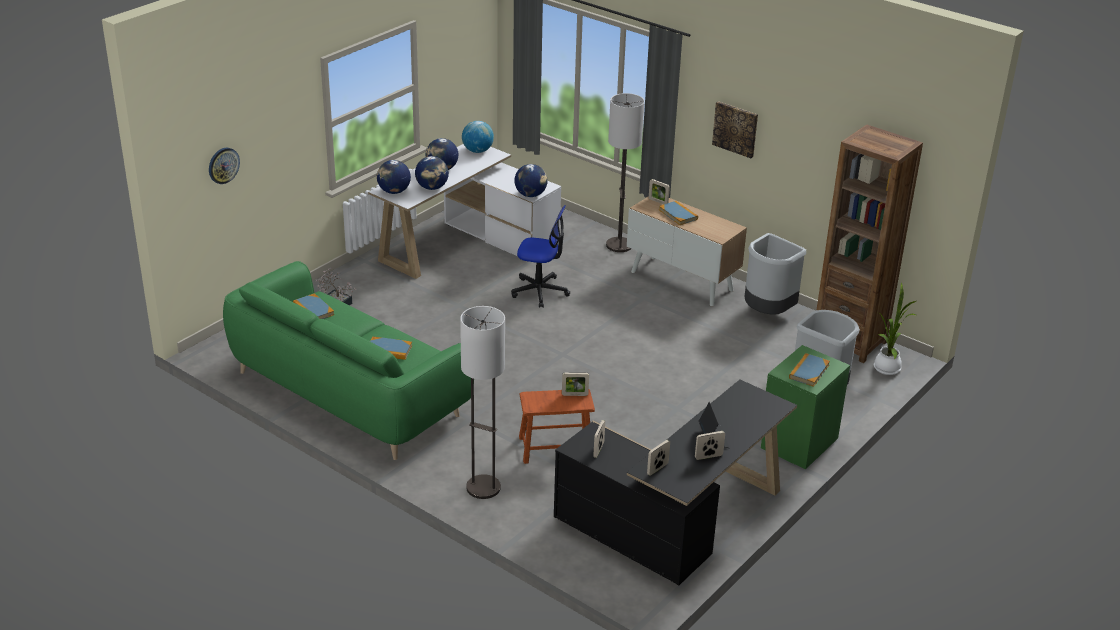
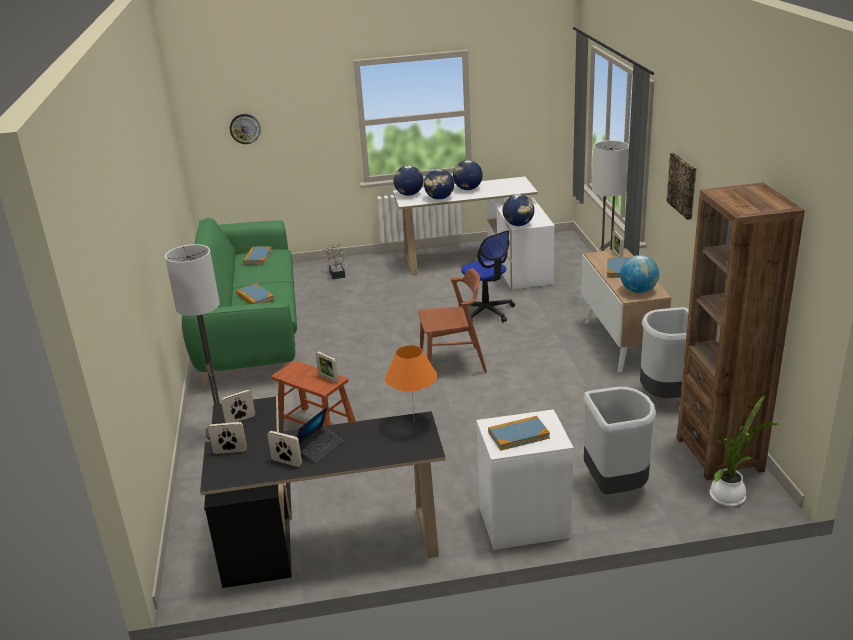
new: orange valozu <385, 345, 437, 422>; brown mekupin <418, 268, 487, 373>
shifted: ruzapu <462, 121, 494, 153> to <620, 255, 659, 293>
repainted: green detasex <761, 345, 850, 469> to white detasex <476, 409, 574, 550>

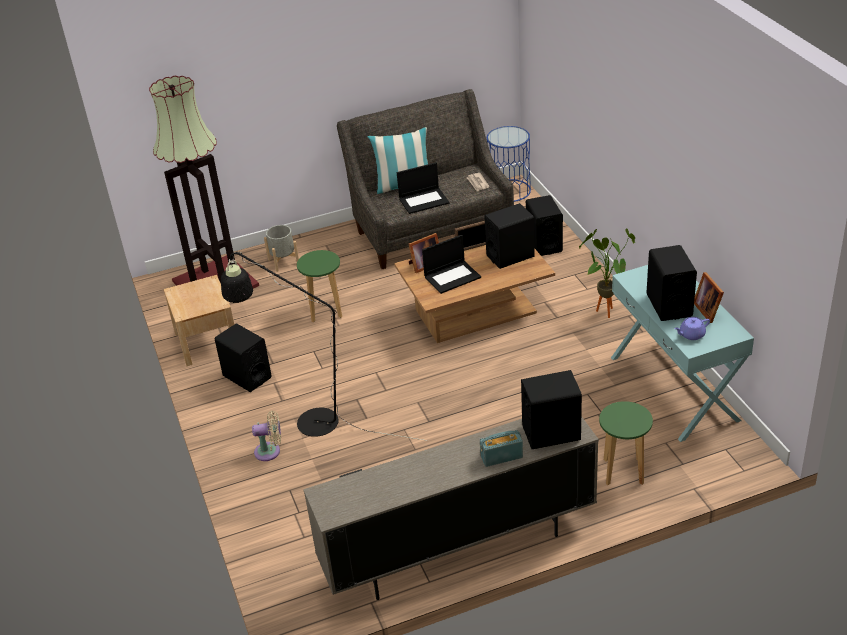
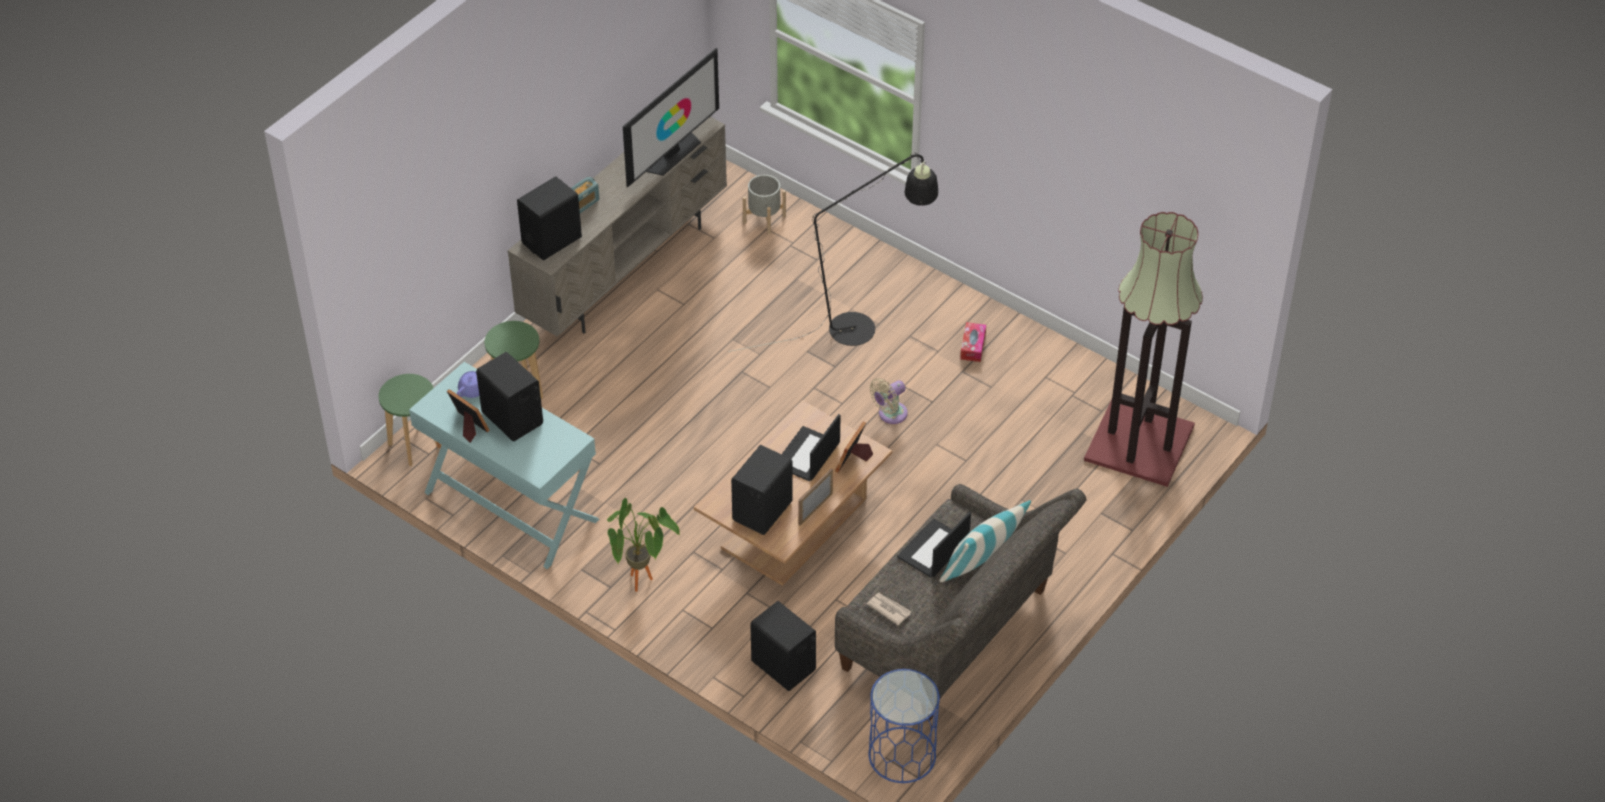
gone: beige detasex <164, 275, 234, 366>
new: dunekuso <623, 48, 719, 187>
shifted: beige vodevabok <252, 411, 281, 461> to <869, 378, 908, 424>; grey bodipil <264, 225, 299, 272> to <743, 175, 786, 234>; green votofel <297, 250, 342, 322> to <379, 374, 441, 466>
swapped: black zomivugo <215, 323, 272, 392> to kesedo <960, 322, 986, 362>

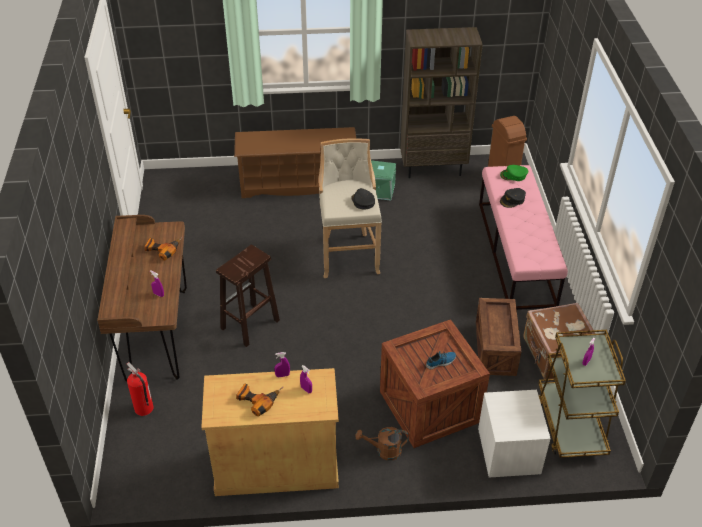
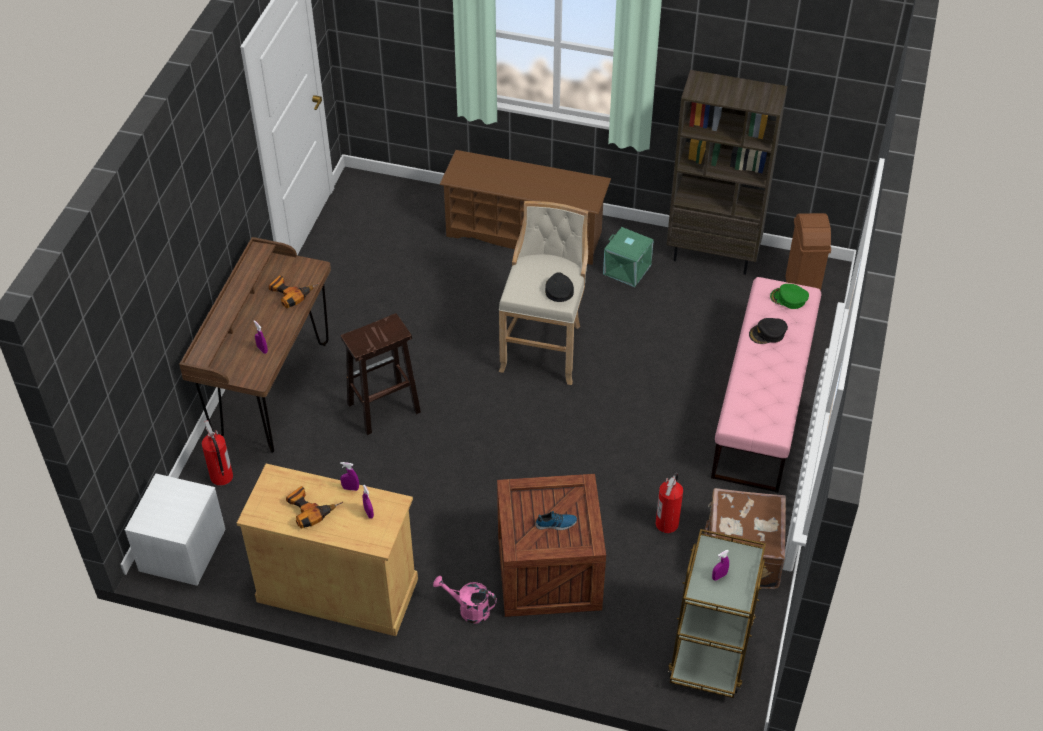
shifted: white detasex <478, 390, 551, 478> to <125, 473, 225, 586>
swapped: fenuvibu <476, 298, 521, 376> to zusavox <656, 473, 683, 533>
repainted: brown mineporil <355, 427, 409, 461> to pink mineporil <433, 576, 497, 624>

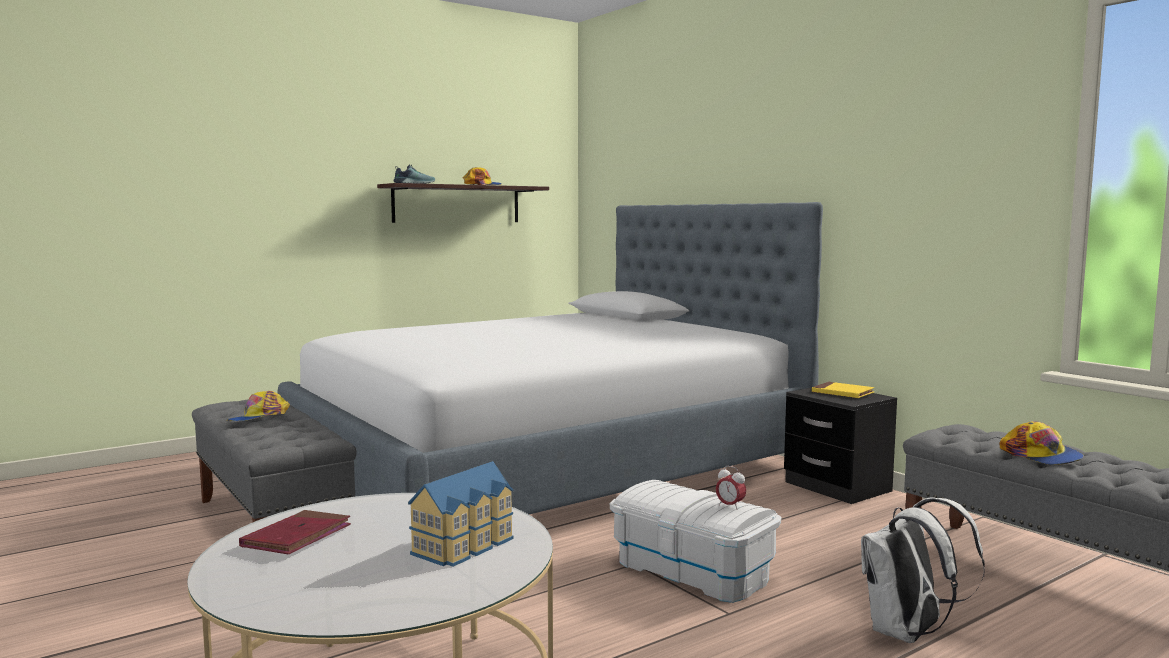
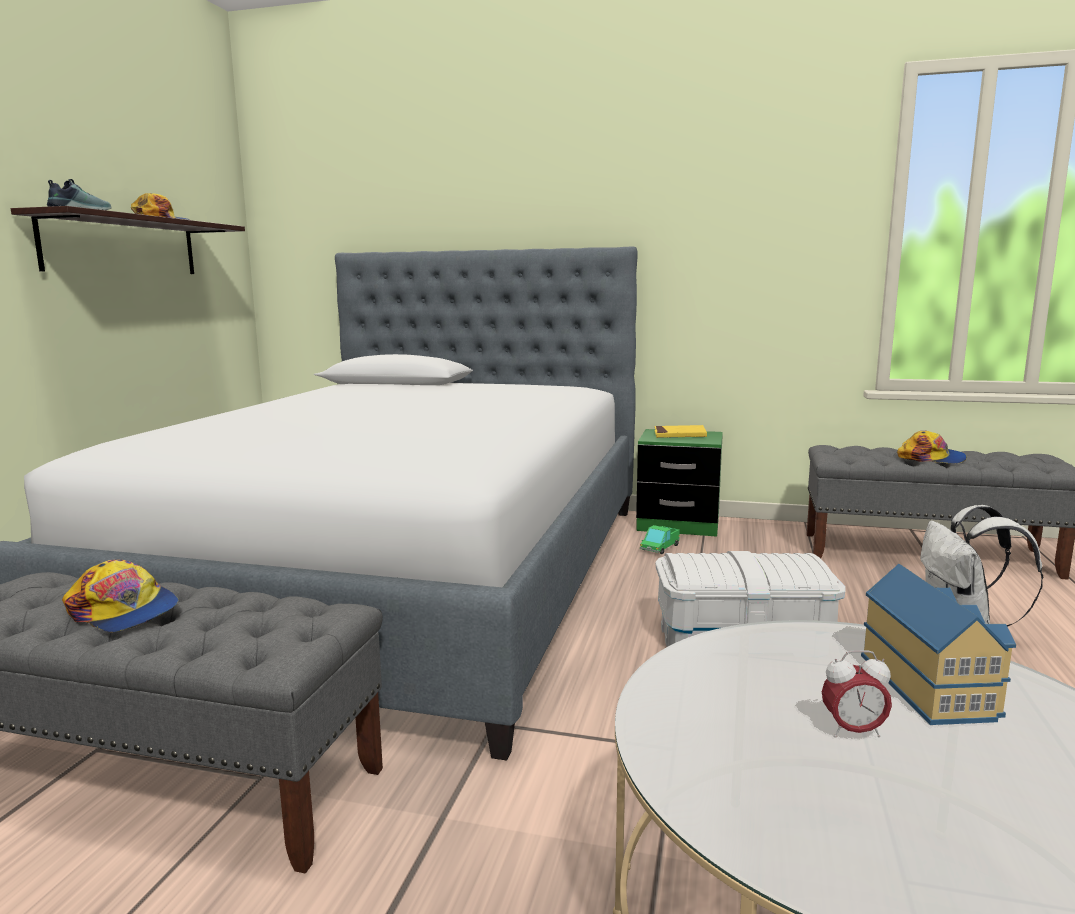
gone: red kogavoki <239, 510, 351, 554>
new: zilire <640, 525, 680, 554>
shifted: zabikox <716, 466, 746, 510> to <822, 651, 892, 738>
repainted: black detasex <784, 388, 897, 504> to green detasex <636, 429, 723, 536>
rotated: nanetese <227, 391, 290, 421> = <62, 559, 178, 632> 60 degrees counterclockwise

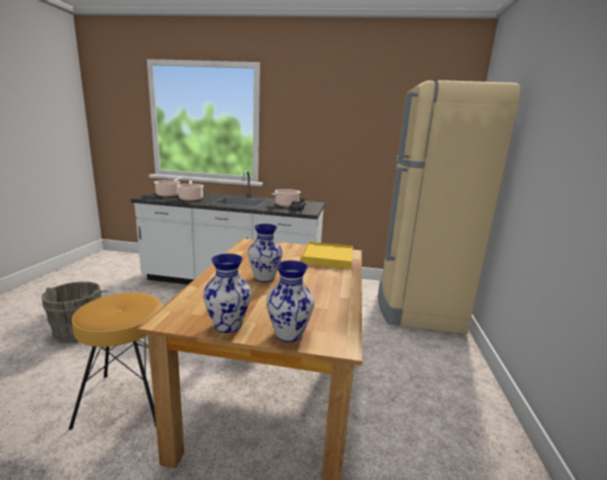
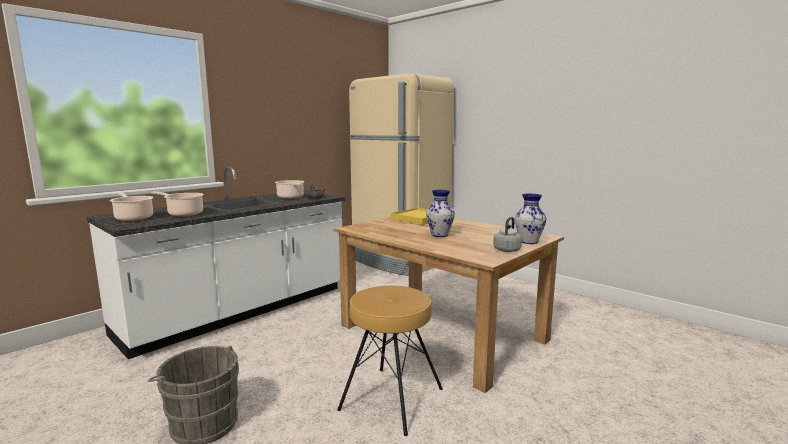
swapped: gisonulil <203, 254, 251, 333> to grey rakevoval <493, 217, 522, 252>

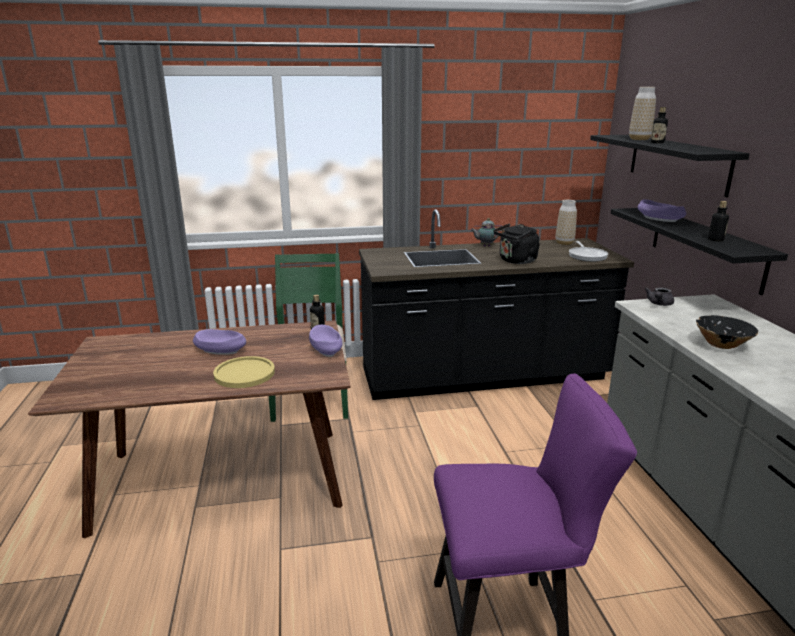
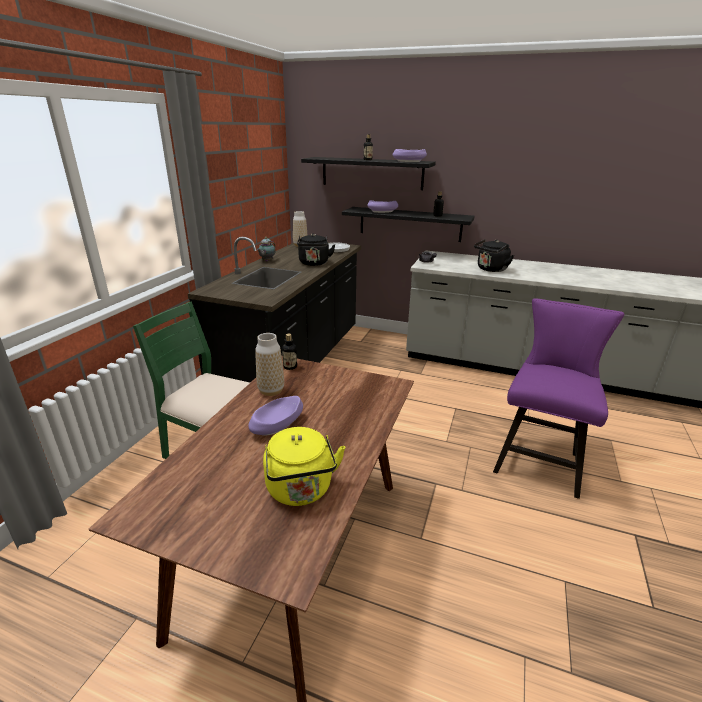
gone: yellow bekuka <213, 356, 275, 388>
new: yellow rakevoval <263, 427, 345, 506>
shifted: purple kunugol <309, 325, 342, 357> to <393, 149, 427, 162>; gisonulil <629, 87, 656, 140> to <255, 333, 284, 396>
swapped: black kunugol <696, 315, 758, 349> to black rakevoval <474, 239, 514, 272>

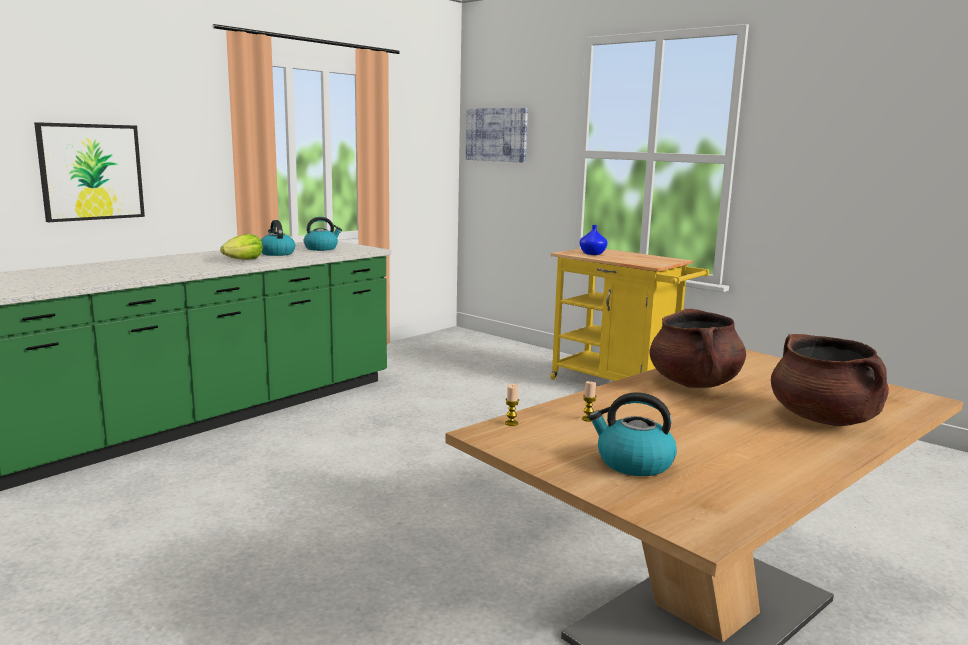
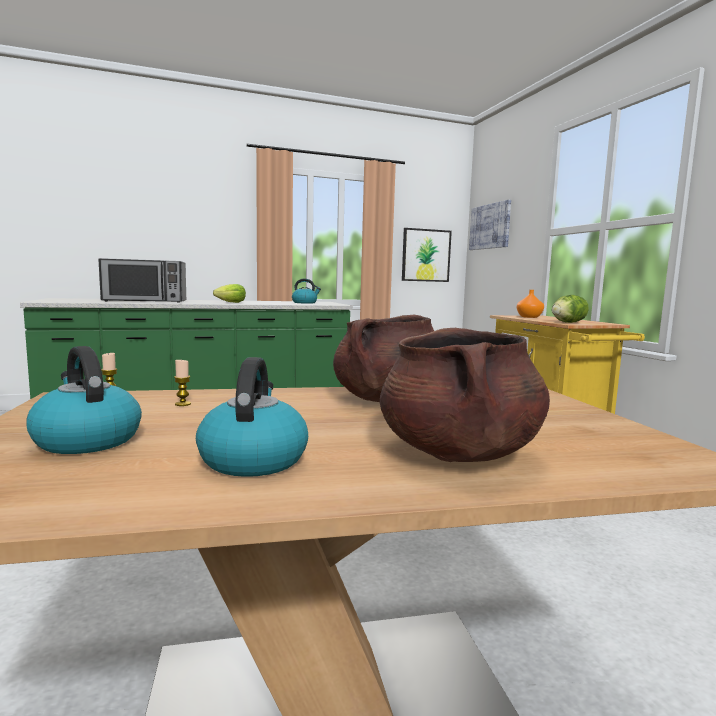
new: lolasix <98, 258, 186, 303>; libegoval <552, 295, 589, 323>
shifted: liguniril <34, 122, 145, 222> to <402, 228, 452, 282>; rakevoval <261, 220, 295, 256> to <196, 357, 308, 477>
repainted: blue gisonulil <580, 225, 607, 255> to orange gisonulil <517, 290, 544, 318>

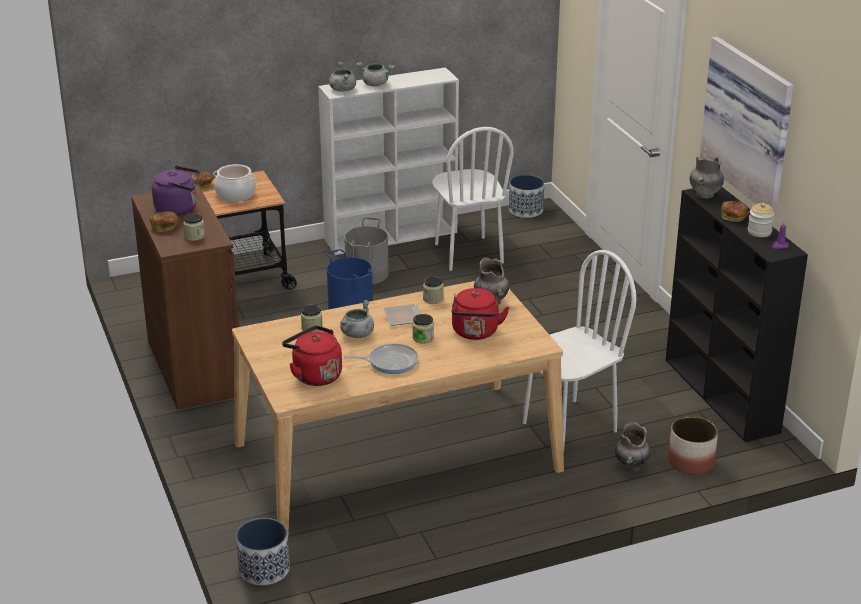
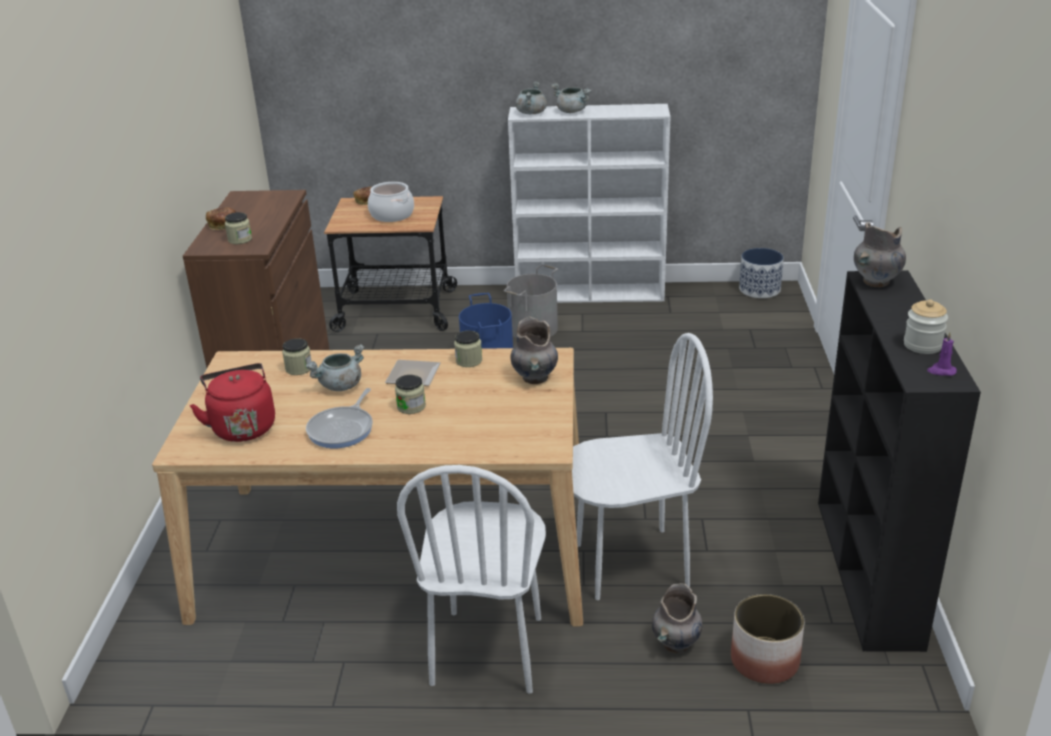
gone: purple rakevoval <152, 166, 200, 216>; bodipil <236, 518, 290, 585>; red rakevoval <452, 288, 510, 340>; liguniril <699, 37, 794, 215>; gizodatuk <721, 201, 749, 222>
shifted: white mekupin <432, 127, 514, 271> to <397, 465, 546, 694>
rotated: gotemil <344, 343, 418, 374> = <306, 388, 373, 448> 90 degrees clockwise

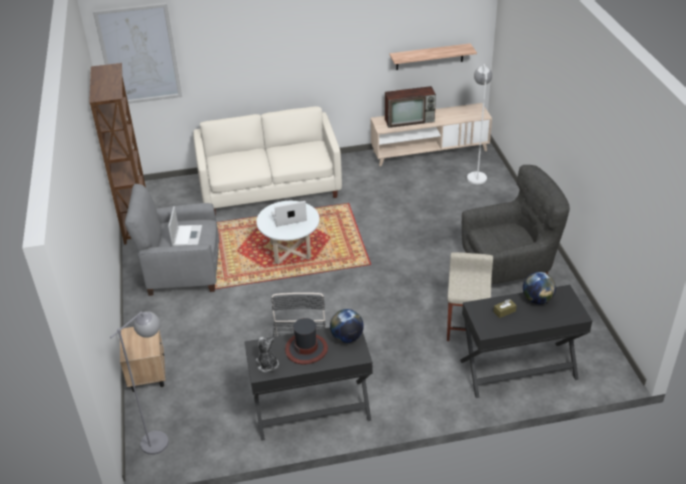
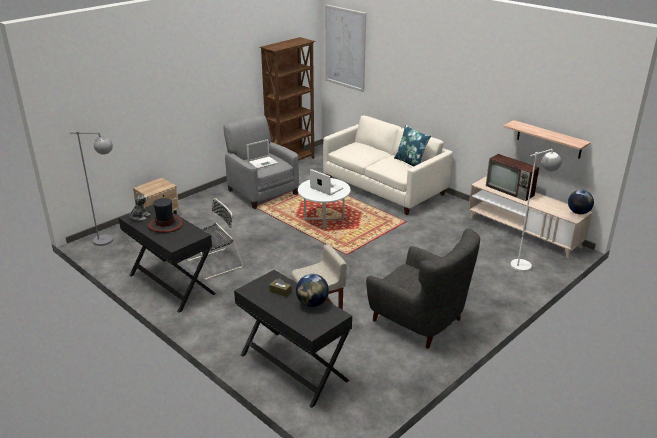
new: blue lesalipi <394, 125, 431, 167>
shifted: ruzapu <330, 309, 364, 343> to <568, 190, 594, 214>

